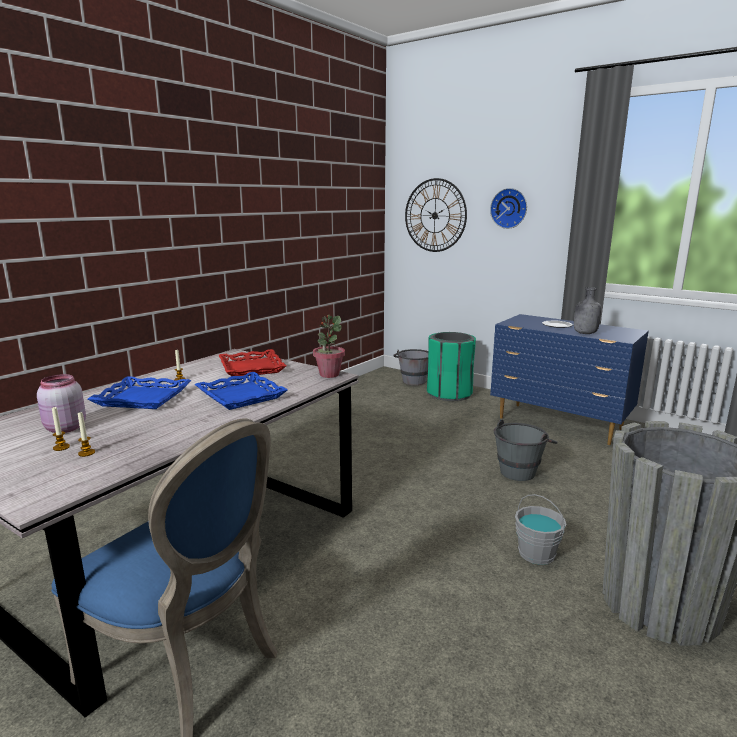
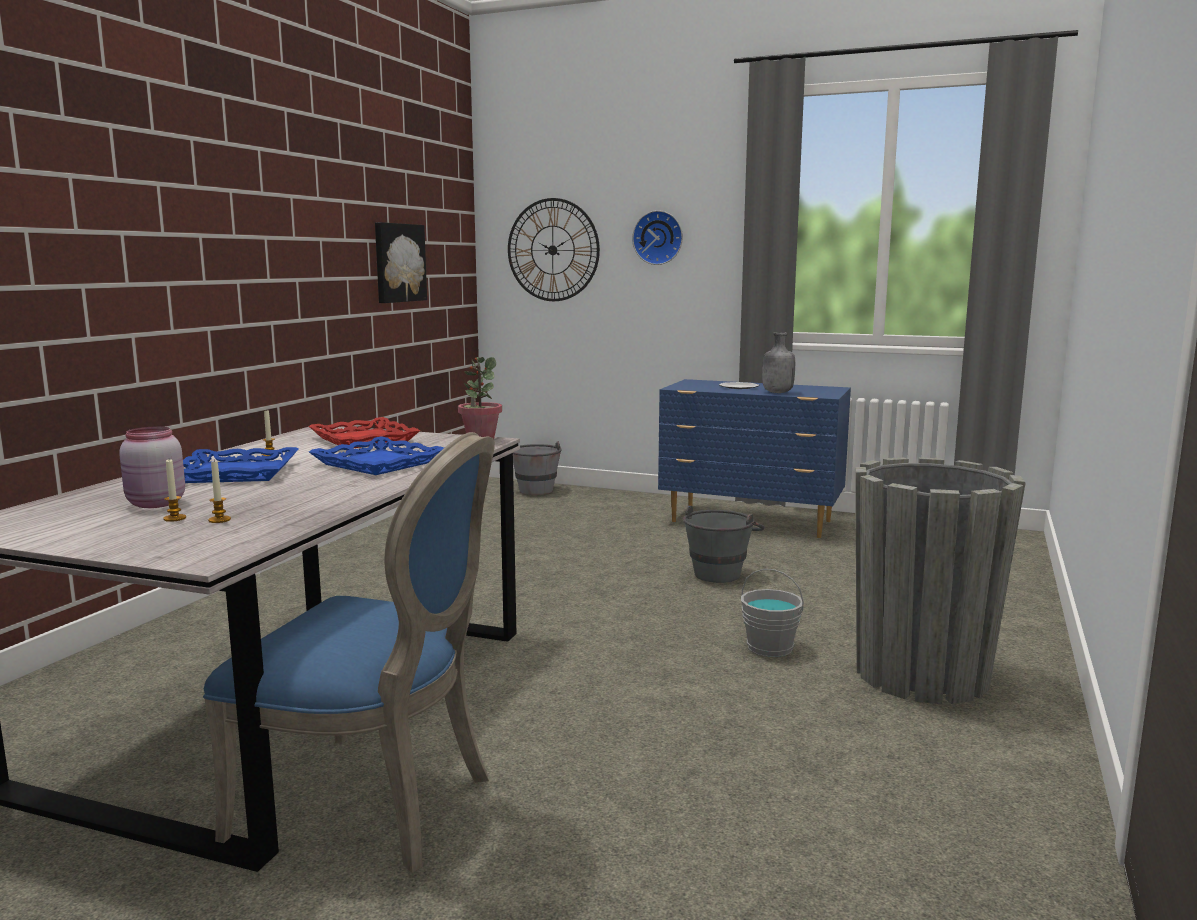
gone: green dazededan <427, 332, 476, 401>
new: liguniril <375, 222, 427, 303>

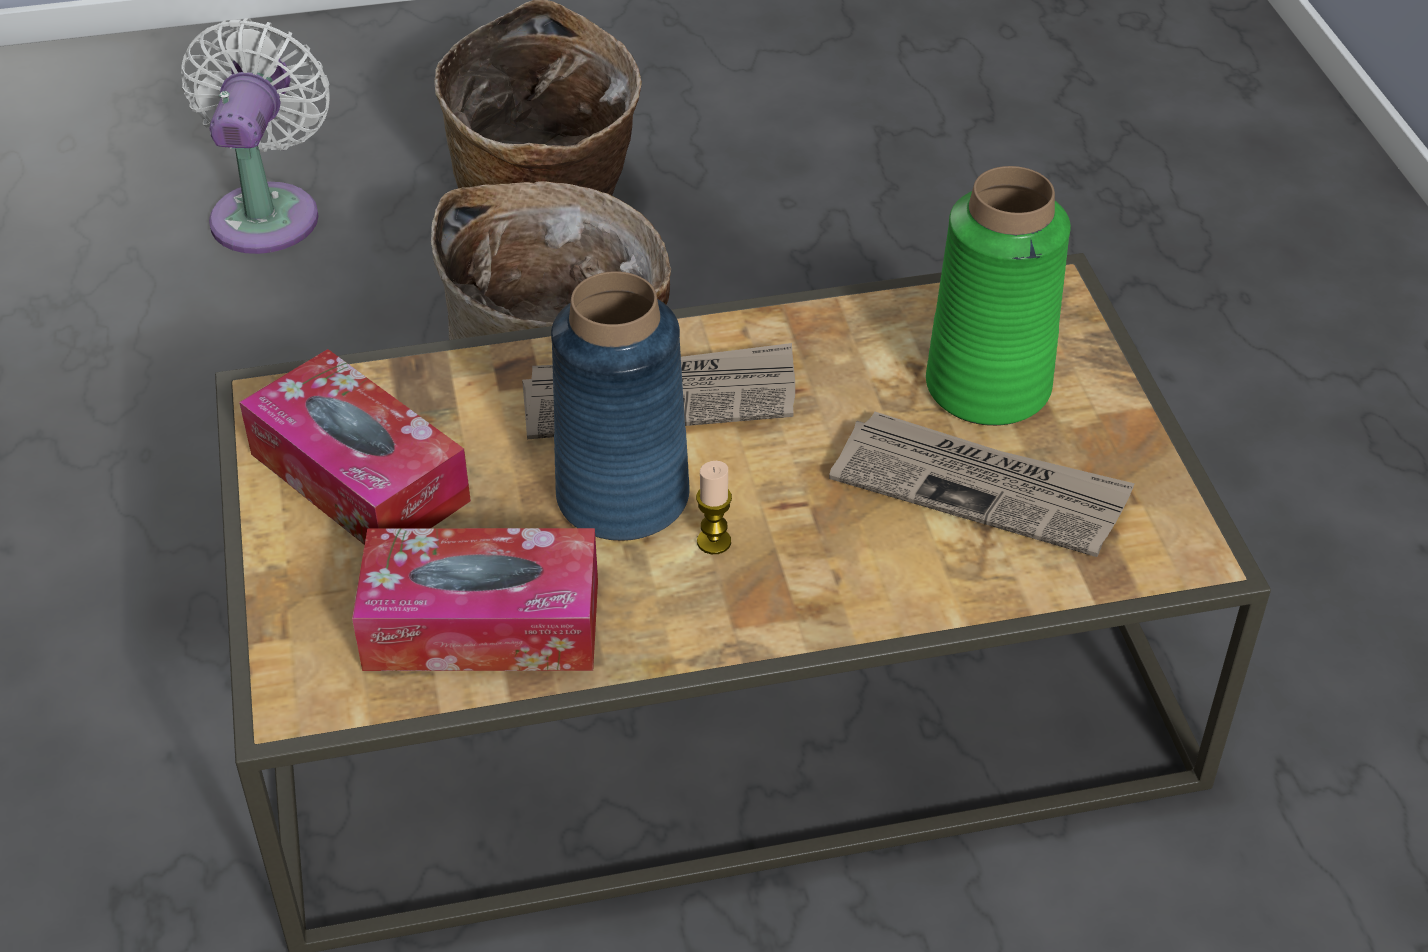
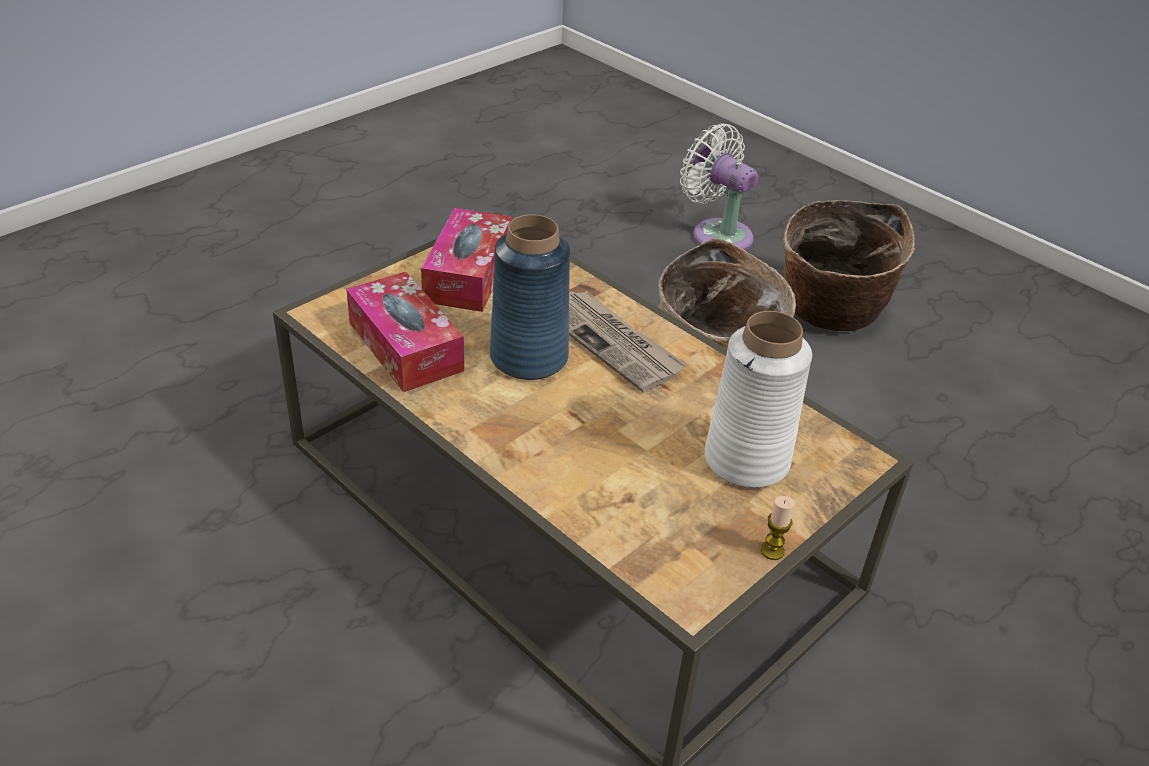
gone: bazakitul <829, 411, 1135, 557>
shifted: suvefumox <696, 461, 732, 554> to <761, 496, 795, 560>
repainted: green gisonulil <926, 166, 1071, 426> to white gisonulil <705, 311, 812, 488>
rotated: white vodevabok <181, 18, 330, 254> = <680, 123, 758, 251> 105 degrees counterclockwise

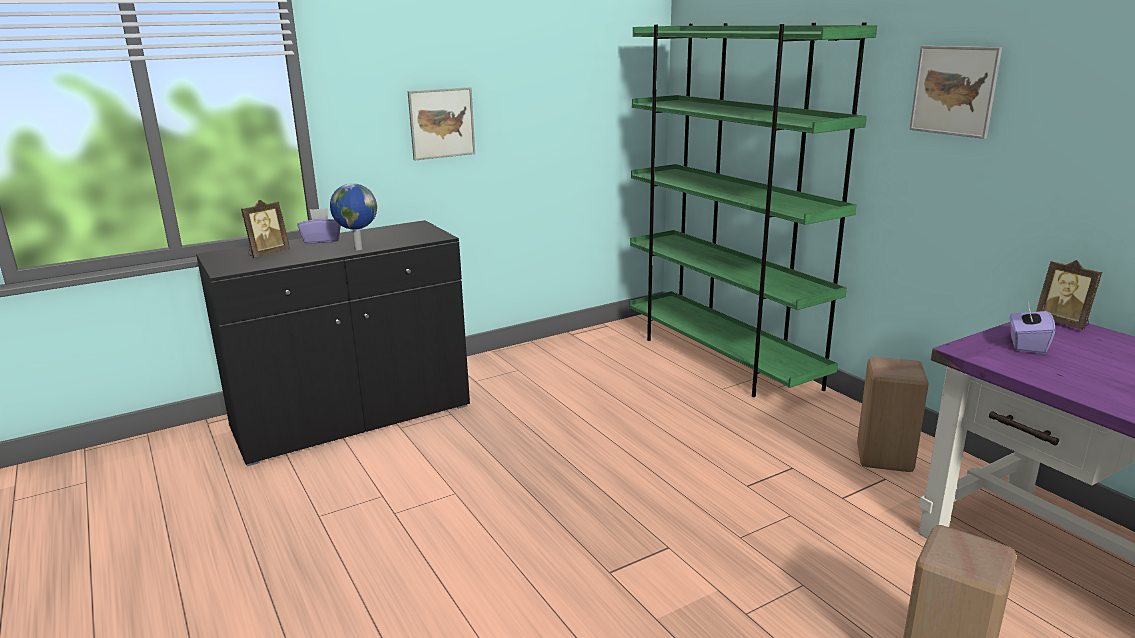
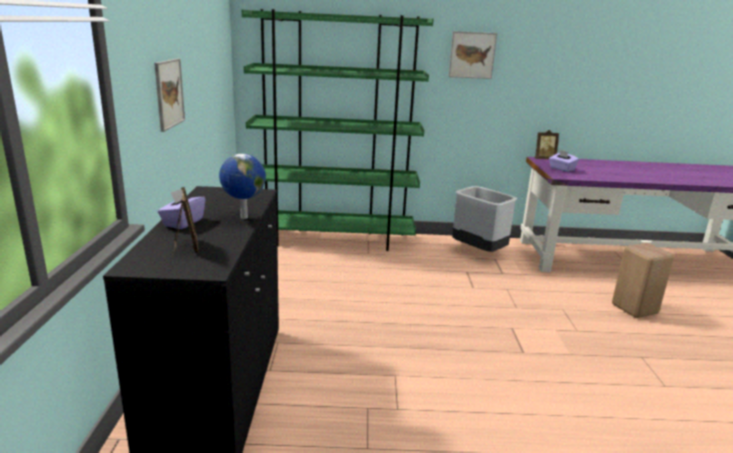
swapped: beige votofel <857, 357, 929, 472> to grey dazededan <452, 186, 517, 252>

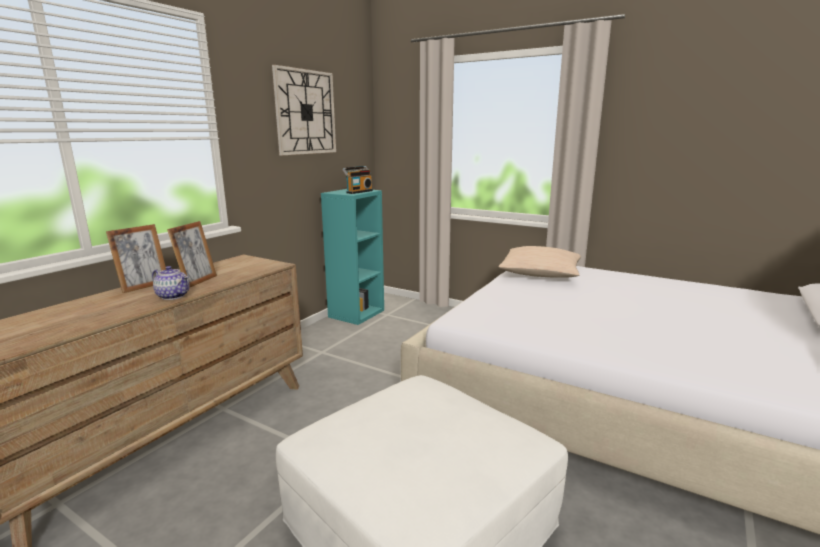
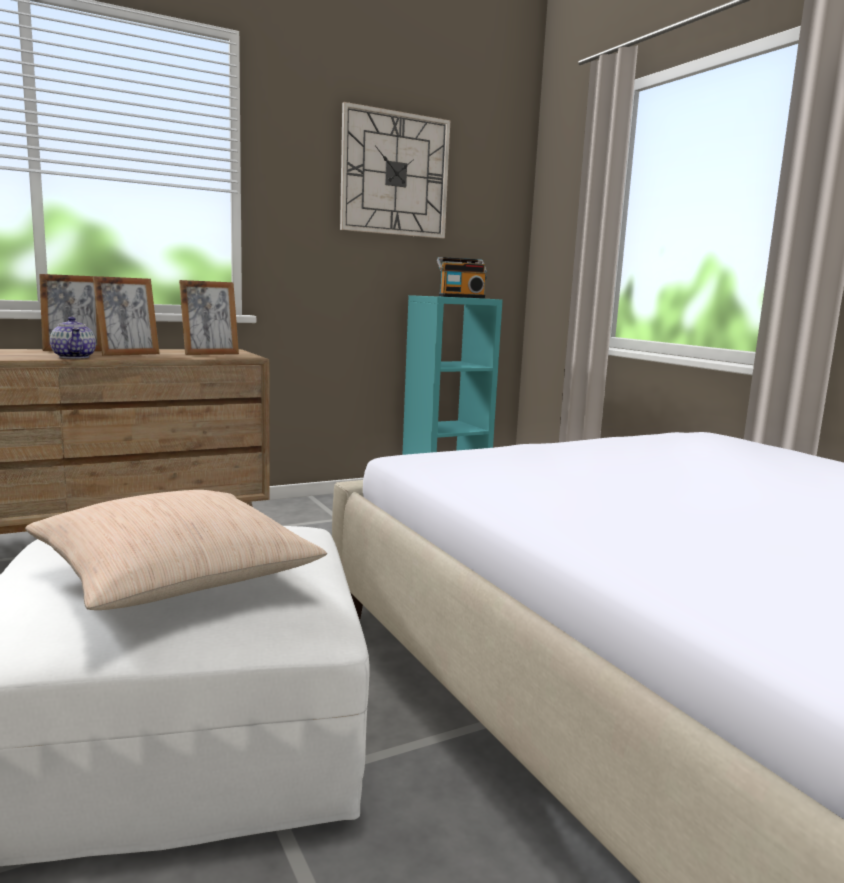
new: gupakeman <179, 280, 239, 355>
shifted: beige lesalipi <499, 246, 581, 278> to <25, 490, 327, 610>

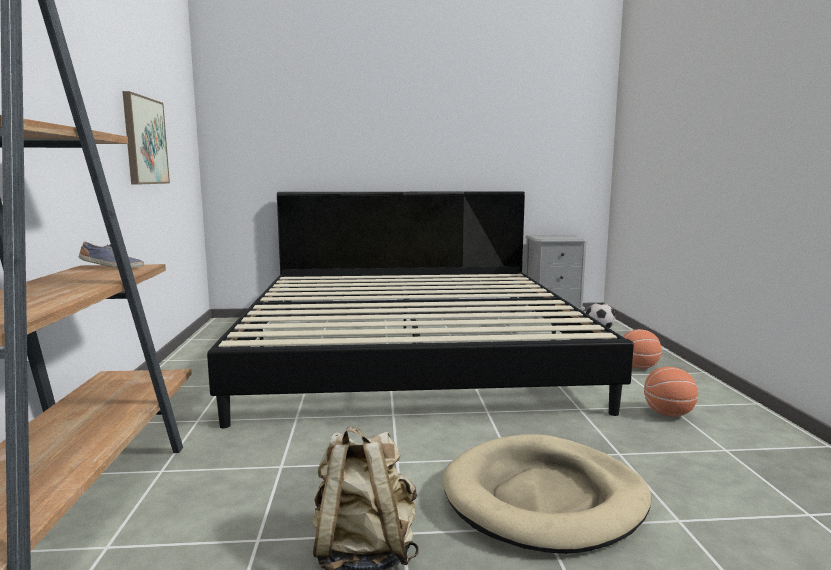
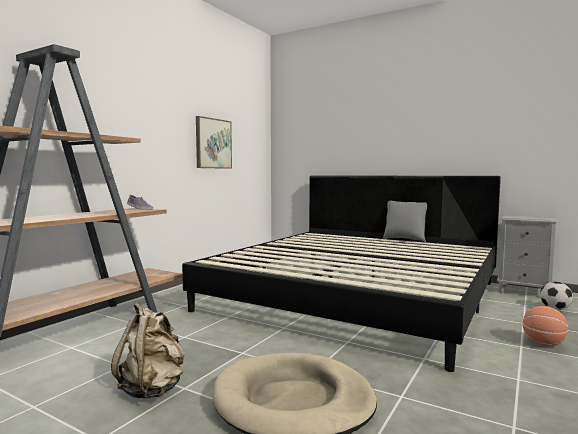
gone: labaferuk <644, 367, 698, 417>
new: grey lesalipi <383, 201, 427, 242>

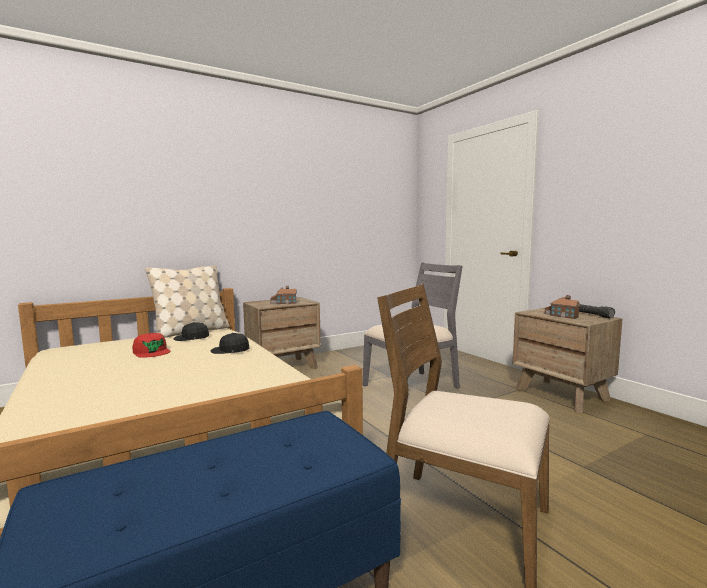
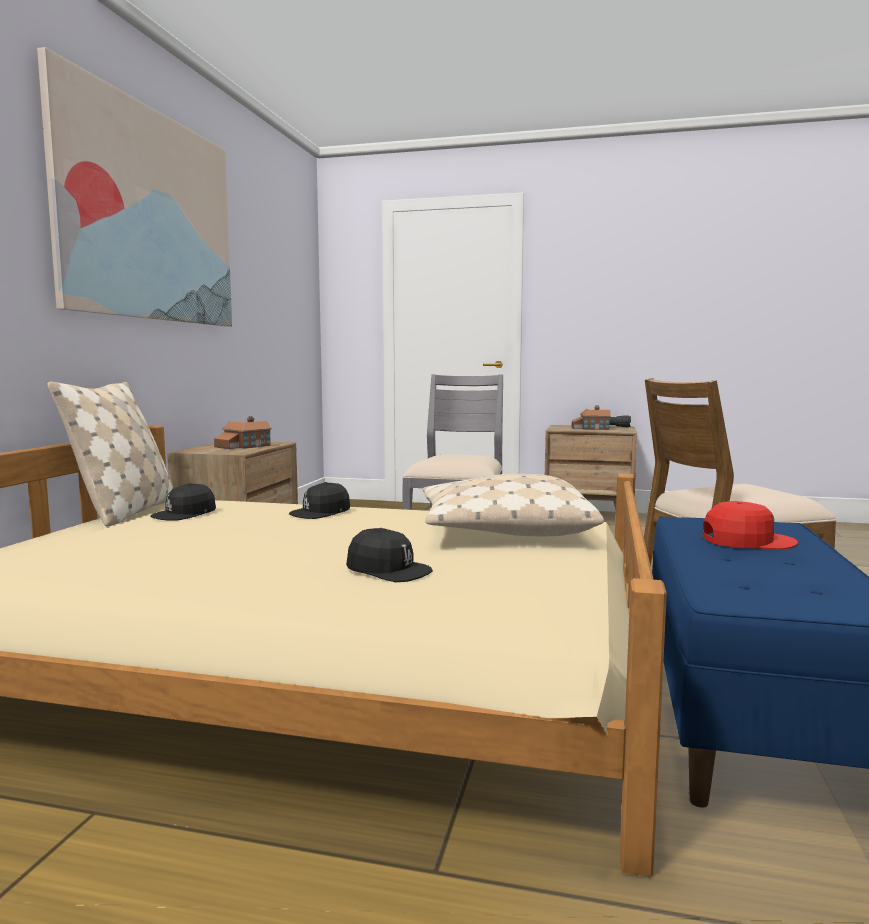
new: liguniril <37, 47, 232, 327>; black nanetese <346, 528, 433, 582>; beige lesalipi <422, 474, 604, 536>
shifted: red nanetese <132, 333, 170, 358> to <702, 501, 798, 550>

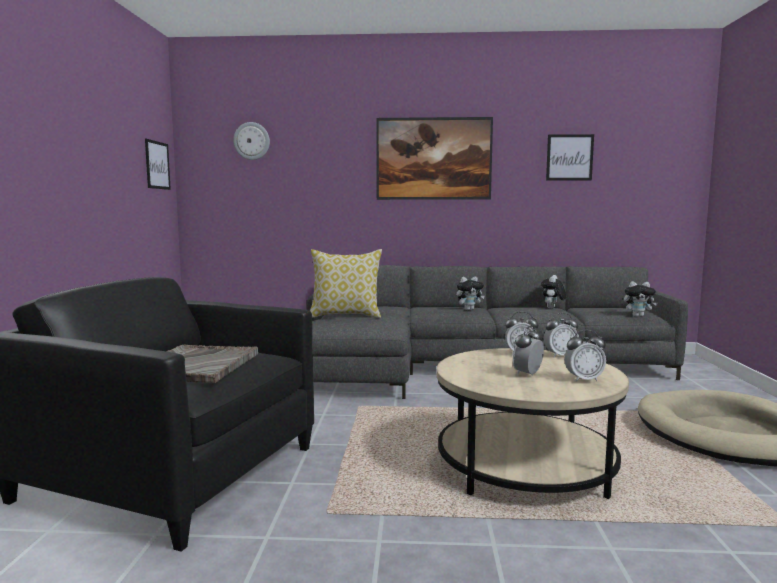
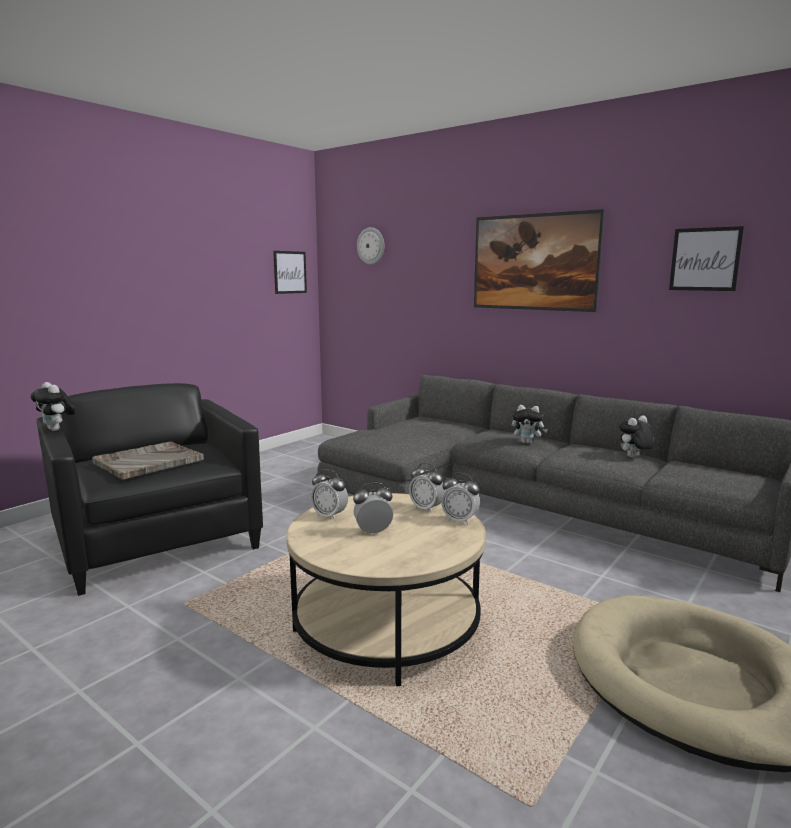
gone: lesalipi <310, 249, 382, 318>
shifted: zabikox <564, 330, 606, 382> to <311, 469, 348, 520>; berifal <624, 281, 658, 317> to <31, 382, 76, 431>

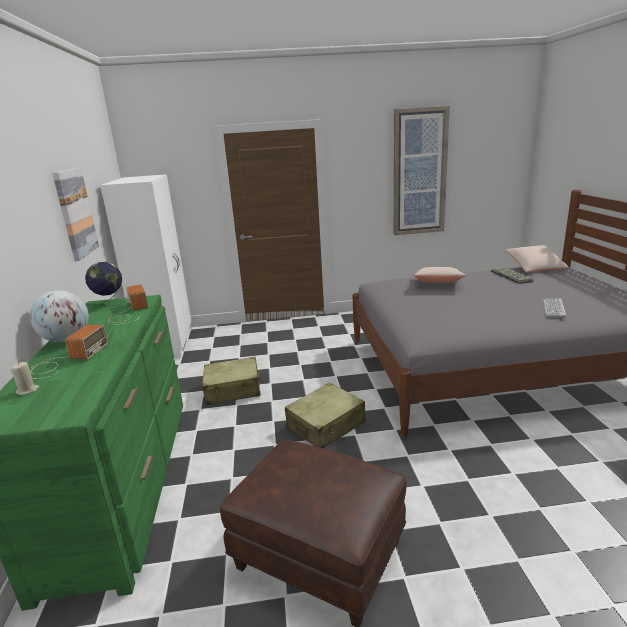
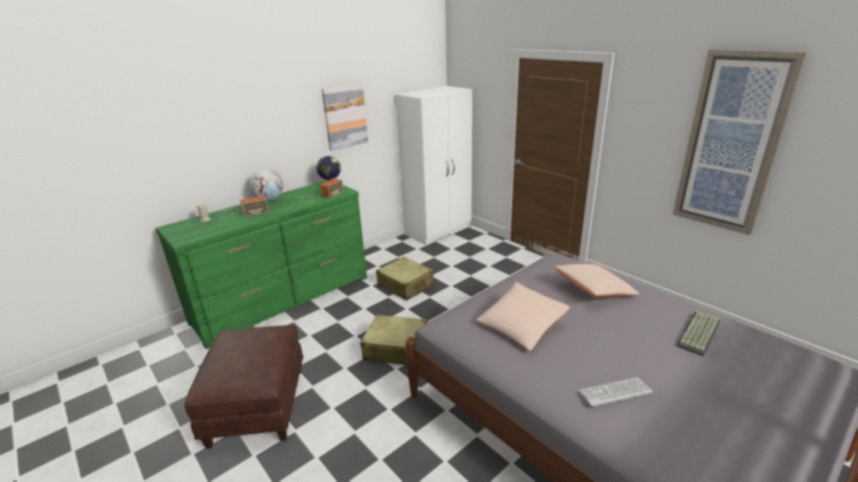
shifted: beige lesalipi <505, 246, 569, 272> to <476, 282, 570, 351>

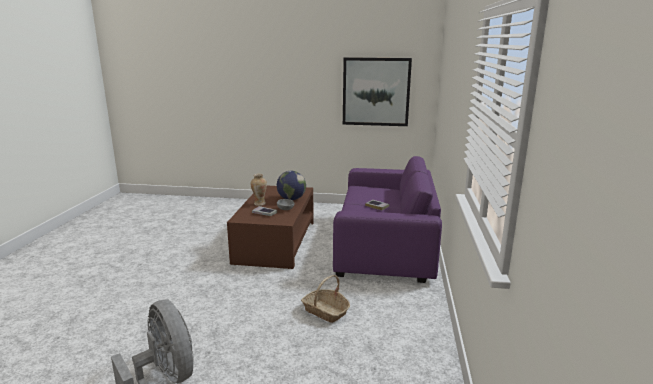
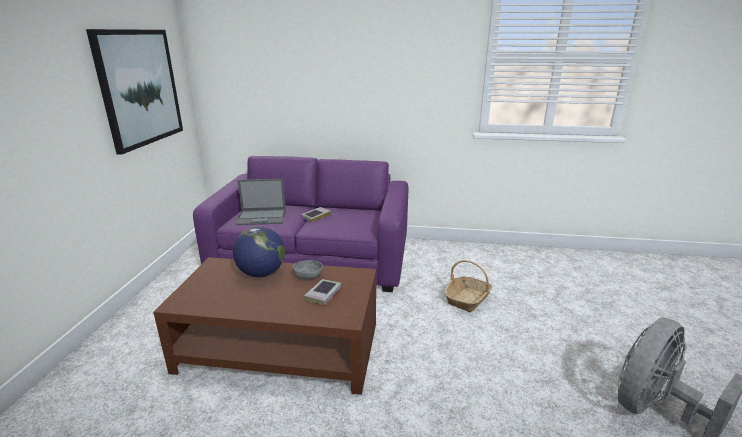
gone: gisonulil <250, 174, 267, 206>
new: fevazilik <235, 179, 286, 225>

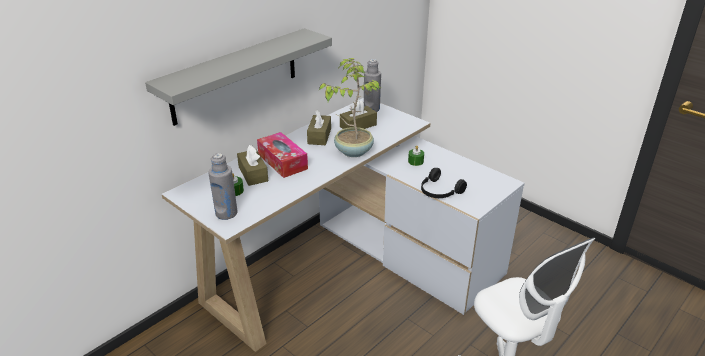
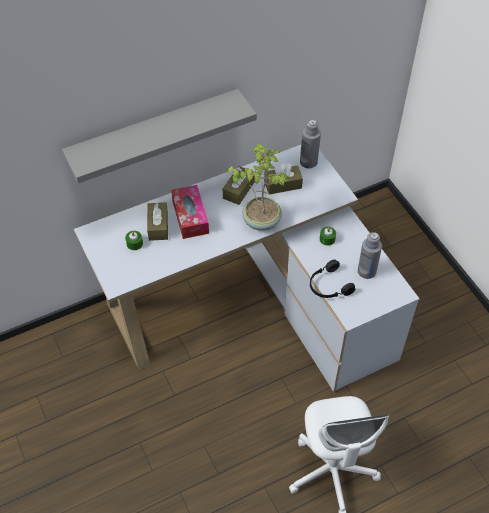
shifted: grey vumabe <208, 153, 238, 220> to <358, 232, 382, 279>

